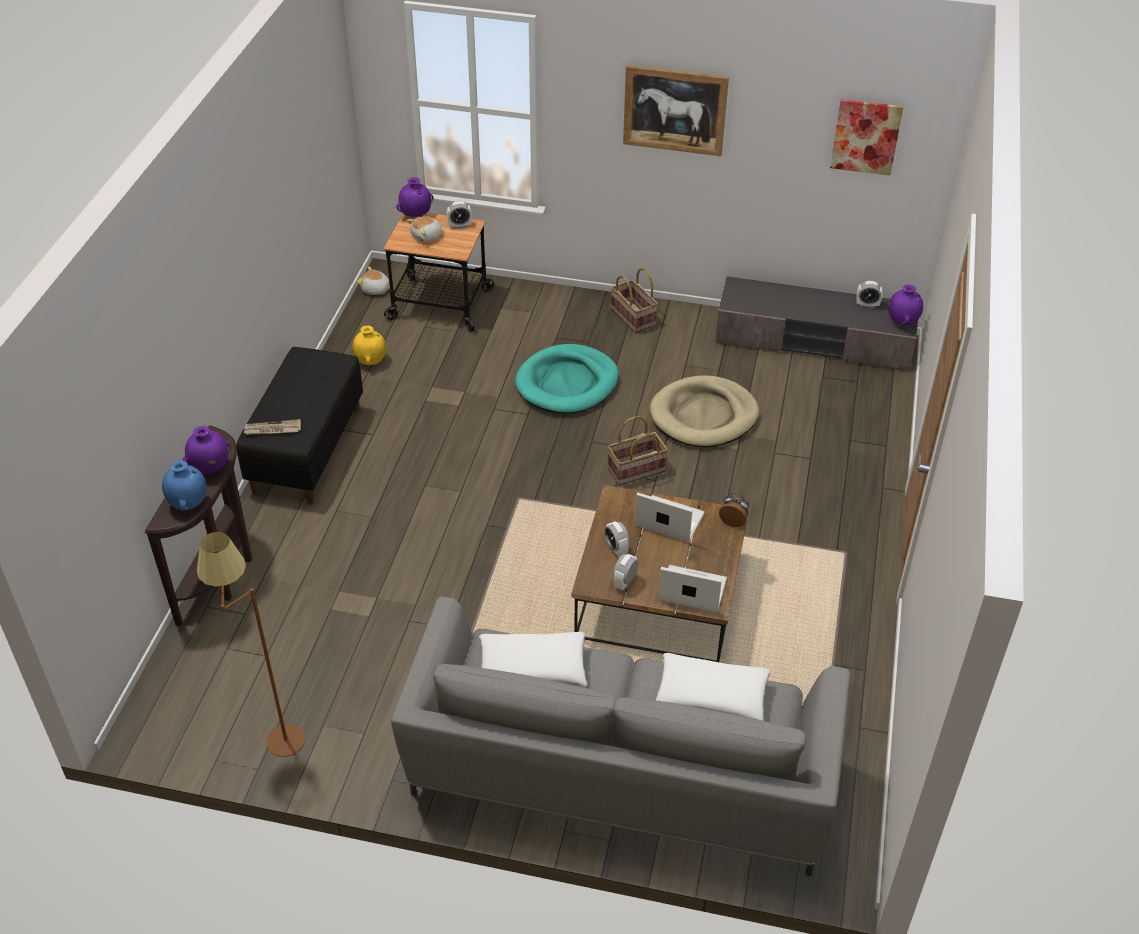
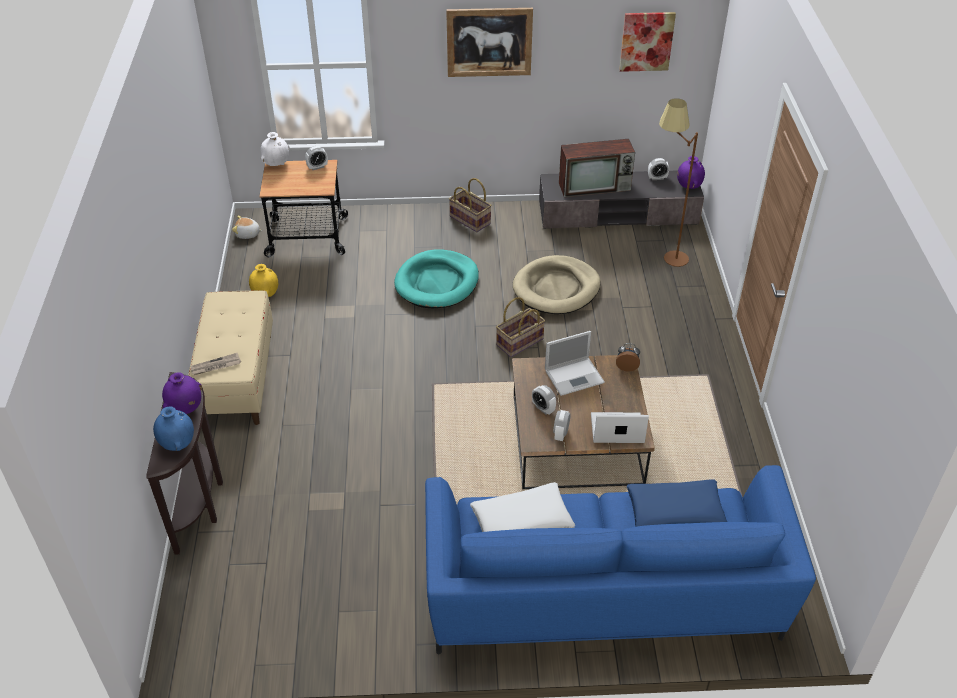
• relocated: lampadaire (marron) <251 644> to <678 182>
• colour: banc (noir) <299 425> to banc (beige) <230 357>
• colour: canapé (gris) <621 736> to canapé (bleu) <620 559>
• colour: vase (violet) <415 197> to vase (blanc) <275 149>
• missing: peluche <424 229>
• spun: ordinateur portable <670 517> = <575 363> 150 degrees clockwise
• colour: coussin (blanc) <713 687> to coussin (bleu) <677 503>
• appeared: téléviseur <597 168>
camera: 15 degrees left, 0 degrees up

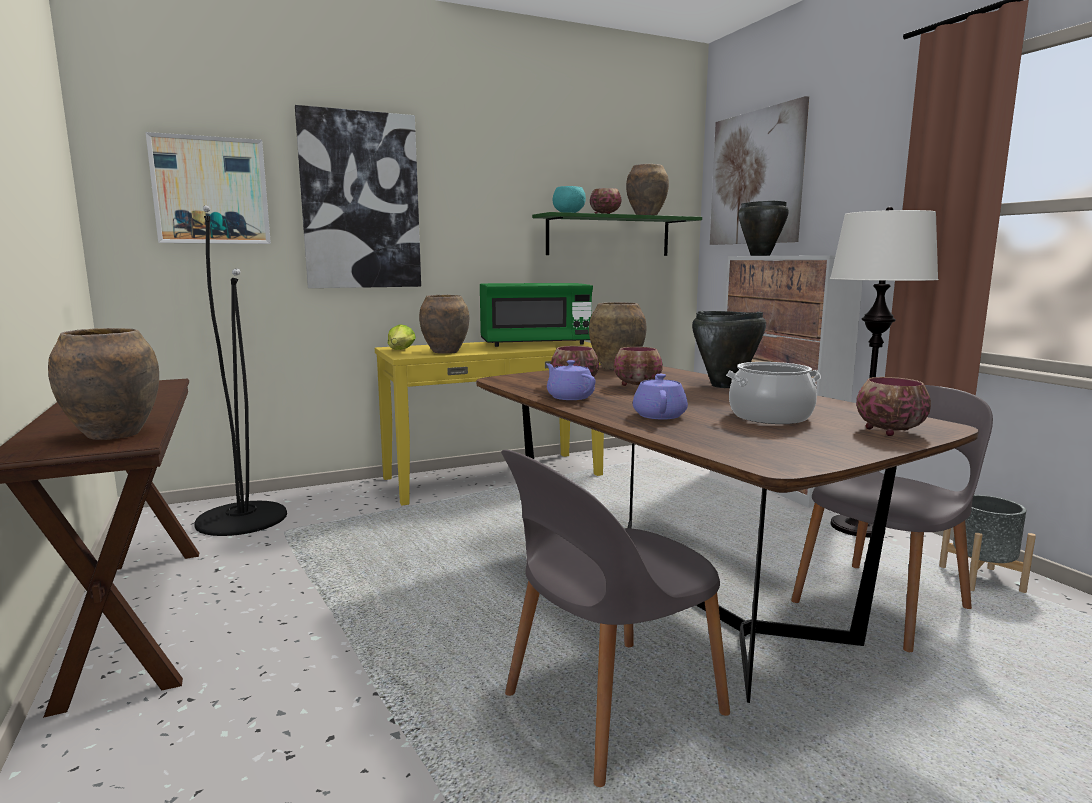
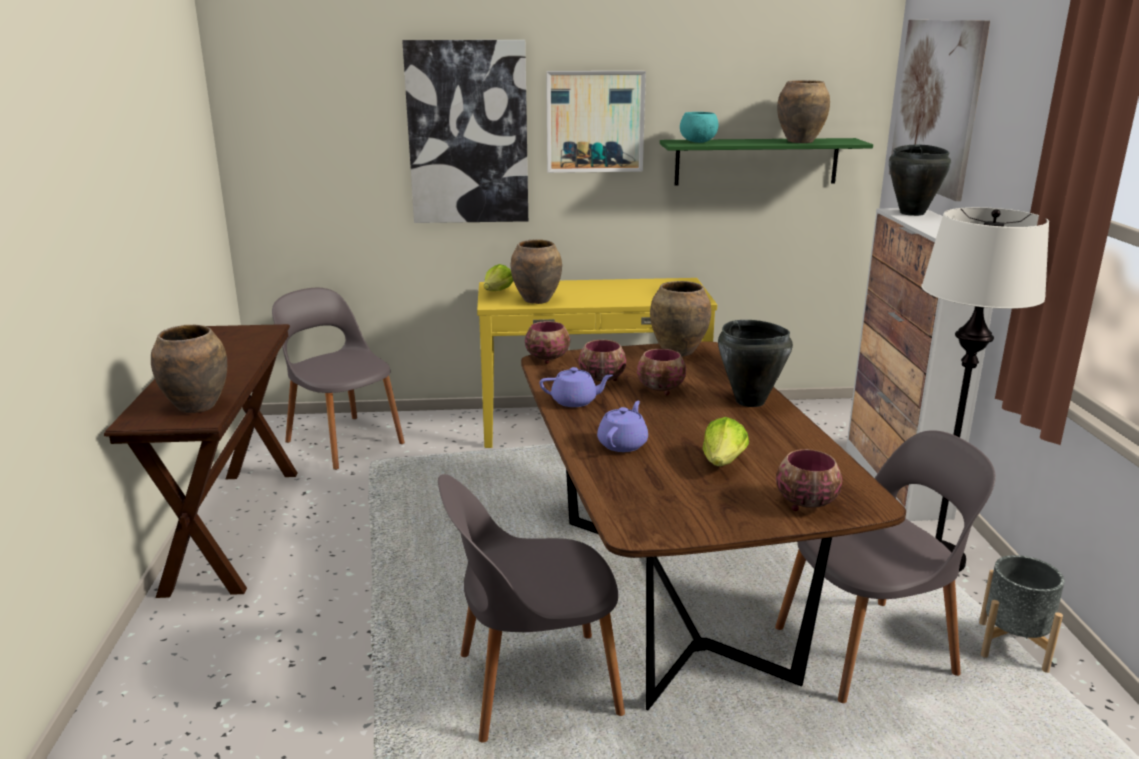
• relocated: tableau <208 188> to <596 122>
• exchanged: lampadaire (noir) <240 370> to chaise (gris) <338 379>
• missing: micro-ondes (vert) <536 315>
• spun: théière (violet) <570 380> = <576 387> 105 degrees clockwise
• relocated: bol <605 201> to <547 342>
• exchanged: marmite <773 393> to laitue <726 441>
camera: 20 degrees right, 10 degrees up

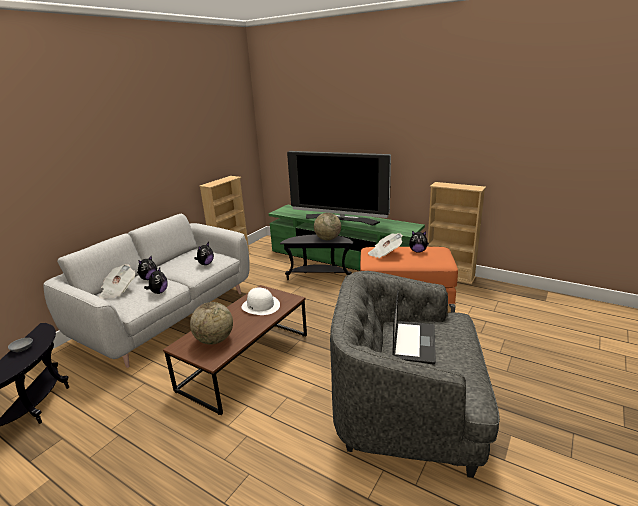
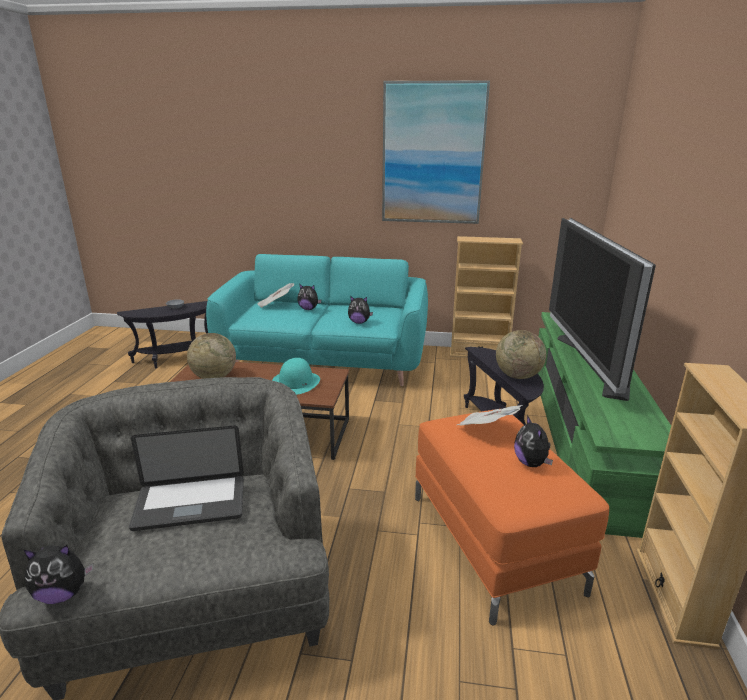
• colour: canapé (gris) <146 291> to canapé (turquoise) <317 320>
• relocated: peluche <156 281> to <59 574>
• colour: chapeau (blanc) <260 301> to chapeau (turquoise) <296 376>
• appeared: tableau <436 152>
camera: 65 degrees right, 0 degrees up

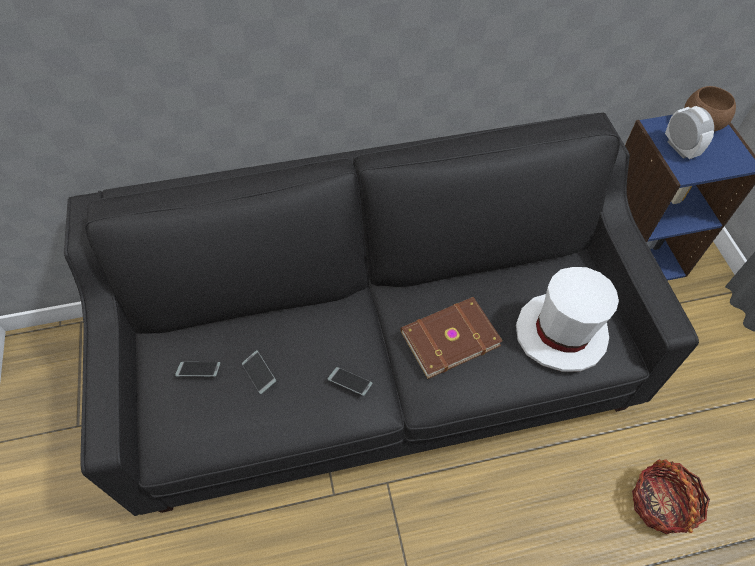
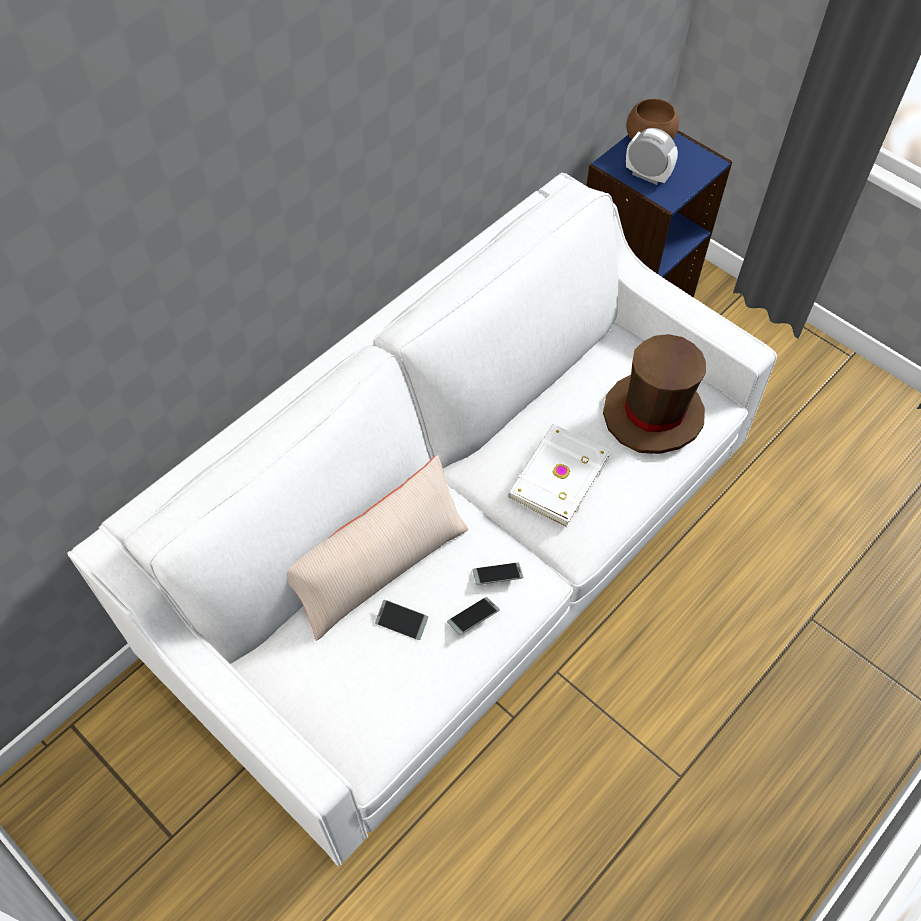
• colour: canapé (noir) <381 314> to canapé (blanc) <422 520>
• relocated: téléphone <197 369> to <473 616>
• colour: livre (marron) <451 338> to livre (blanc) <559 476>
• colour: chapeau (blanc) <567 319> to chapeau (marron) <654 394>
• missing: panier <671 496>
• appeared: coussin (beige) <377 548>
camera: 35 degrees left, 0 degrees up

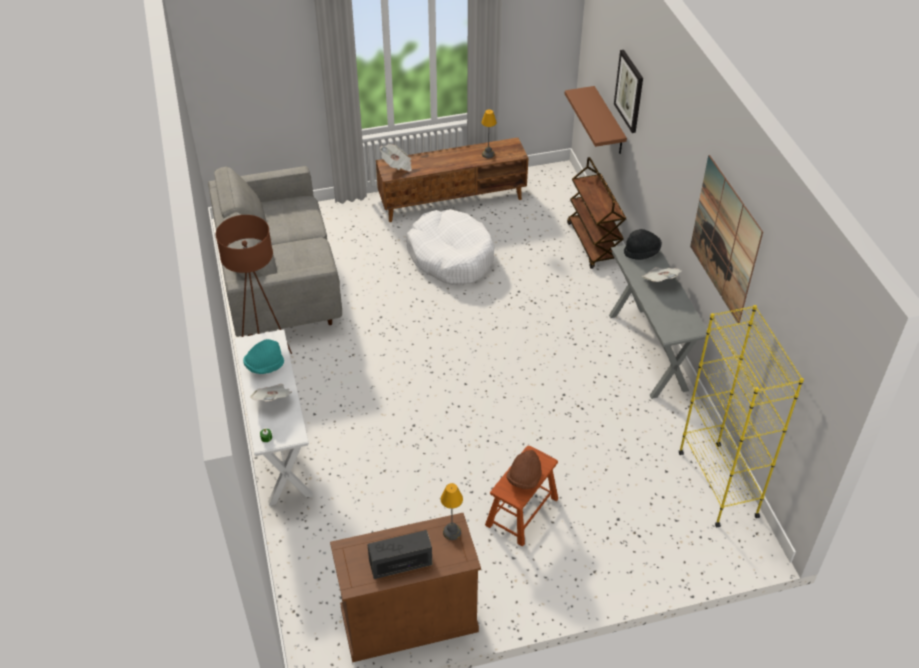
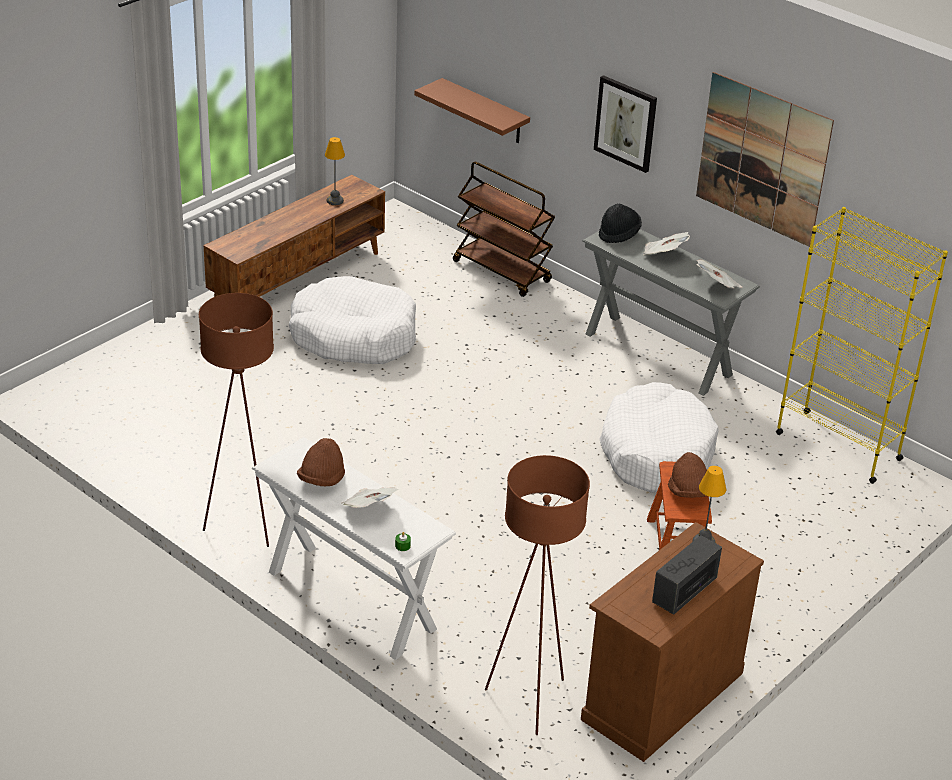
• missing: canapé (gris) <275 251>
• colour: chapeau (turquoise) <263 356> to chapeau (marron) <321 462>
• relocated: journal <396 158> to <719 274>
• relocated: tableau <628 91> to <625 124>
• appeared: lampadaire (marron) <537 595>
• appeared: panier pour chien (blanc) <659 437>
camera: 35 degrees left, 10 degrees down

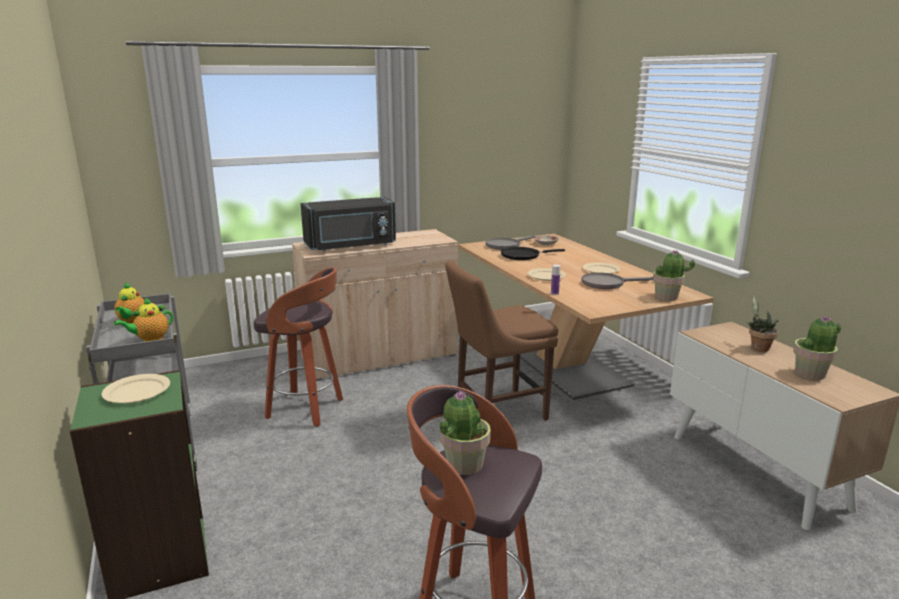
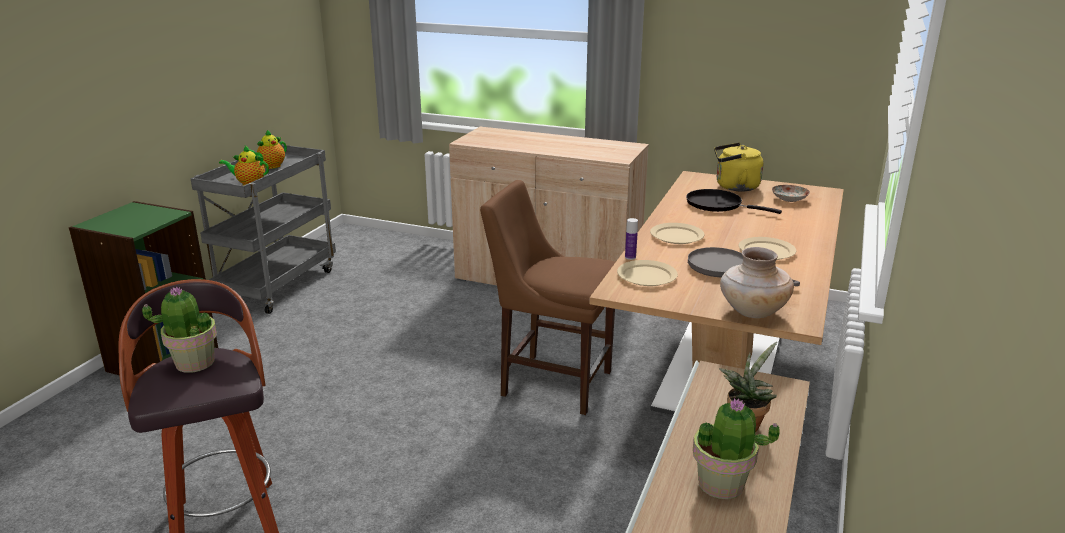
• relocated: assiette (beige) <136 388> to <647 273>
• missing: tabouret <298 346>
• missing: micro-ondes (noir) <348 224>
• exchanged: poêle (gris) <510 242> to bouilloire (jaune) <739 167>
• exchanged: plante en pot <674 275> to vase (beige) <757 282>
camera: 45 degrees right, 5 degrees up

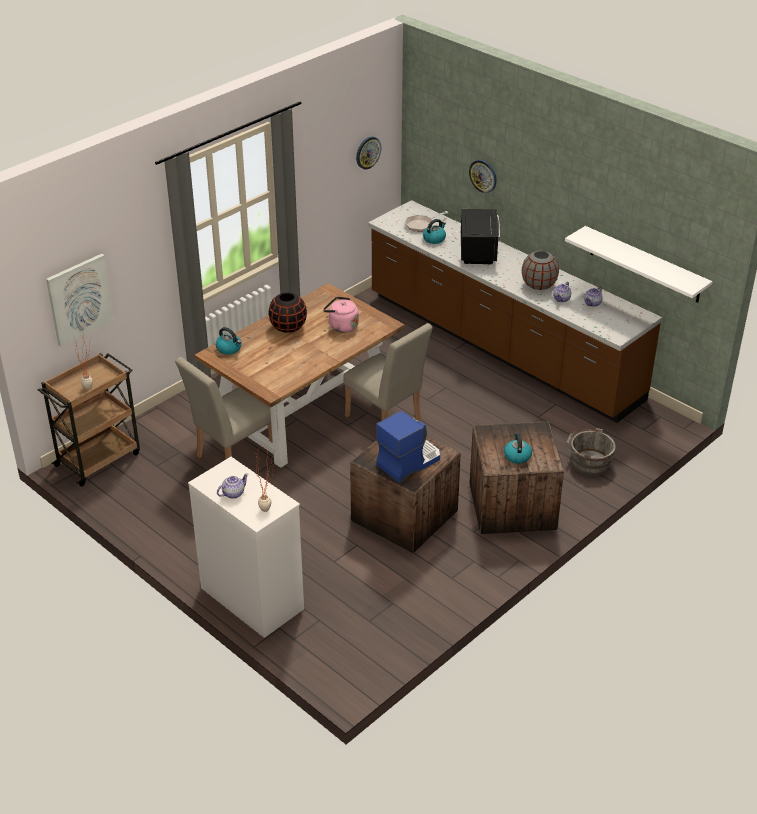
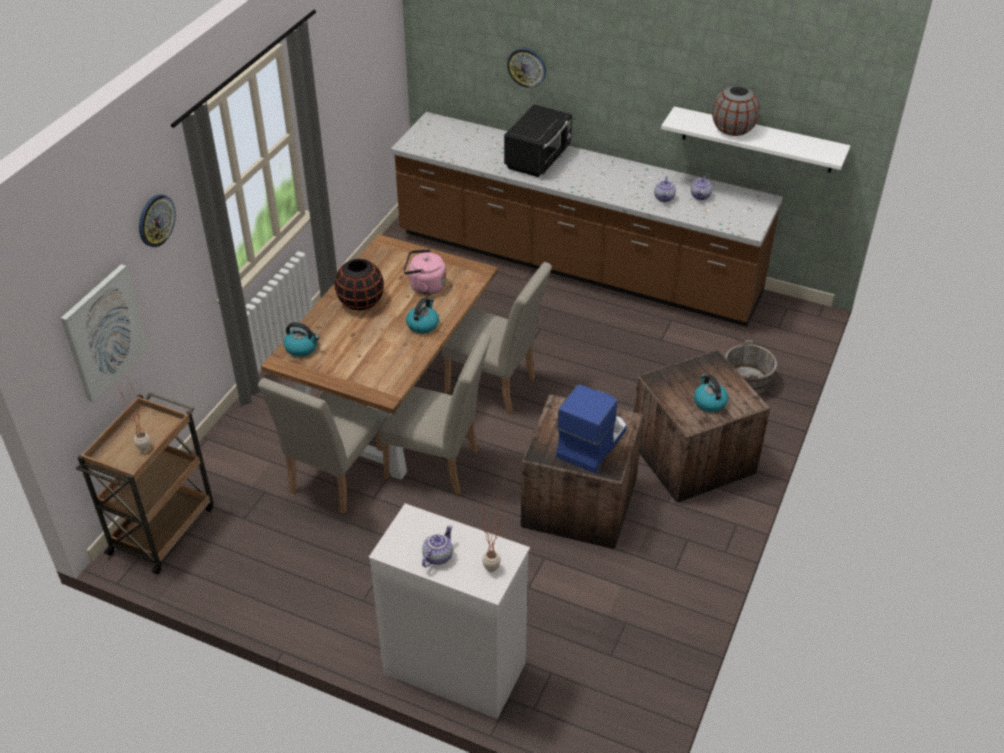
• relocated: horloge murale <368 153> to <157 220>
• missing: poêle <426 221>
• relocated: bouilloire <434 231> to <422 316>
• spun: micro-ondes (noir) <480 237> = <538 140> 45 degrees clockwise
• relocated: vase (gris) <540 270> to <736 111>
• appeared: chaise (beige) <435 414>
camera: 20 degrees left, 5 degrees up

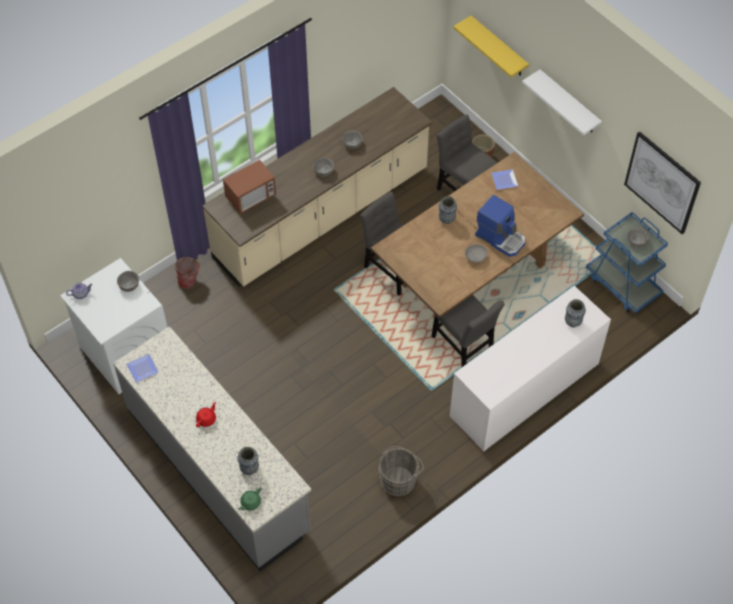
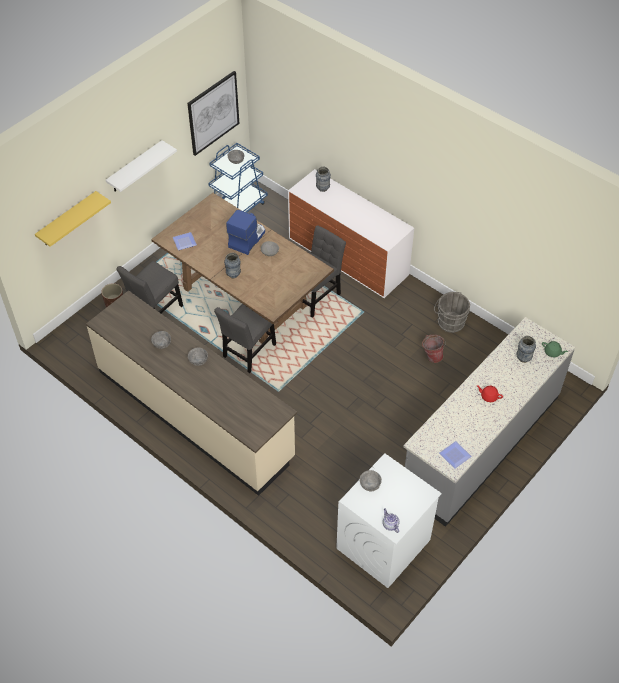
• relocated: seau <188 273> to <434 349>
• missing: micro-ondes <249 186>
camera: 100 degrees left, 5 degrees down

